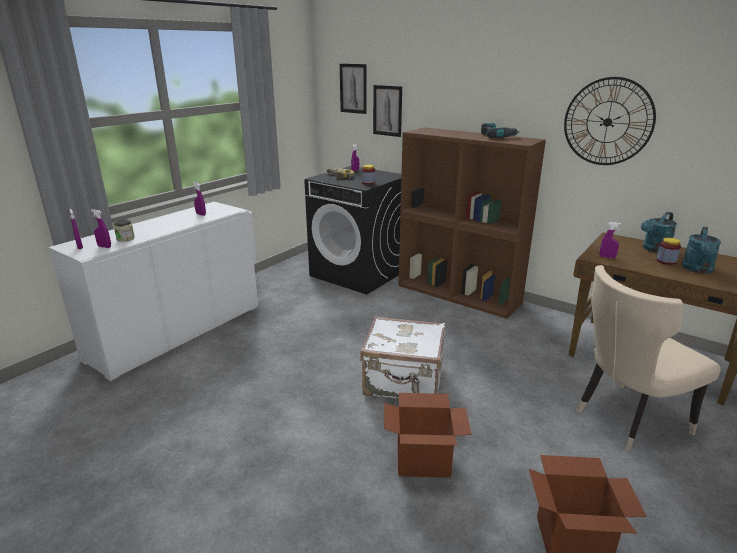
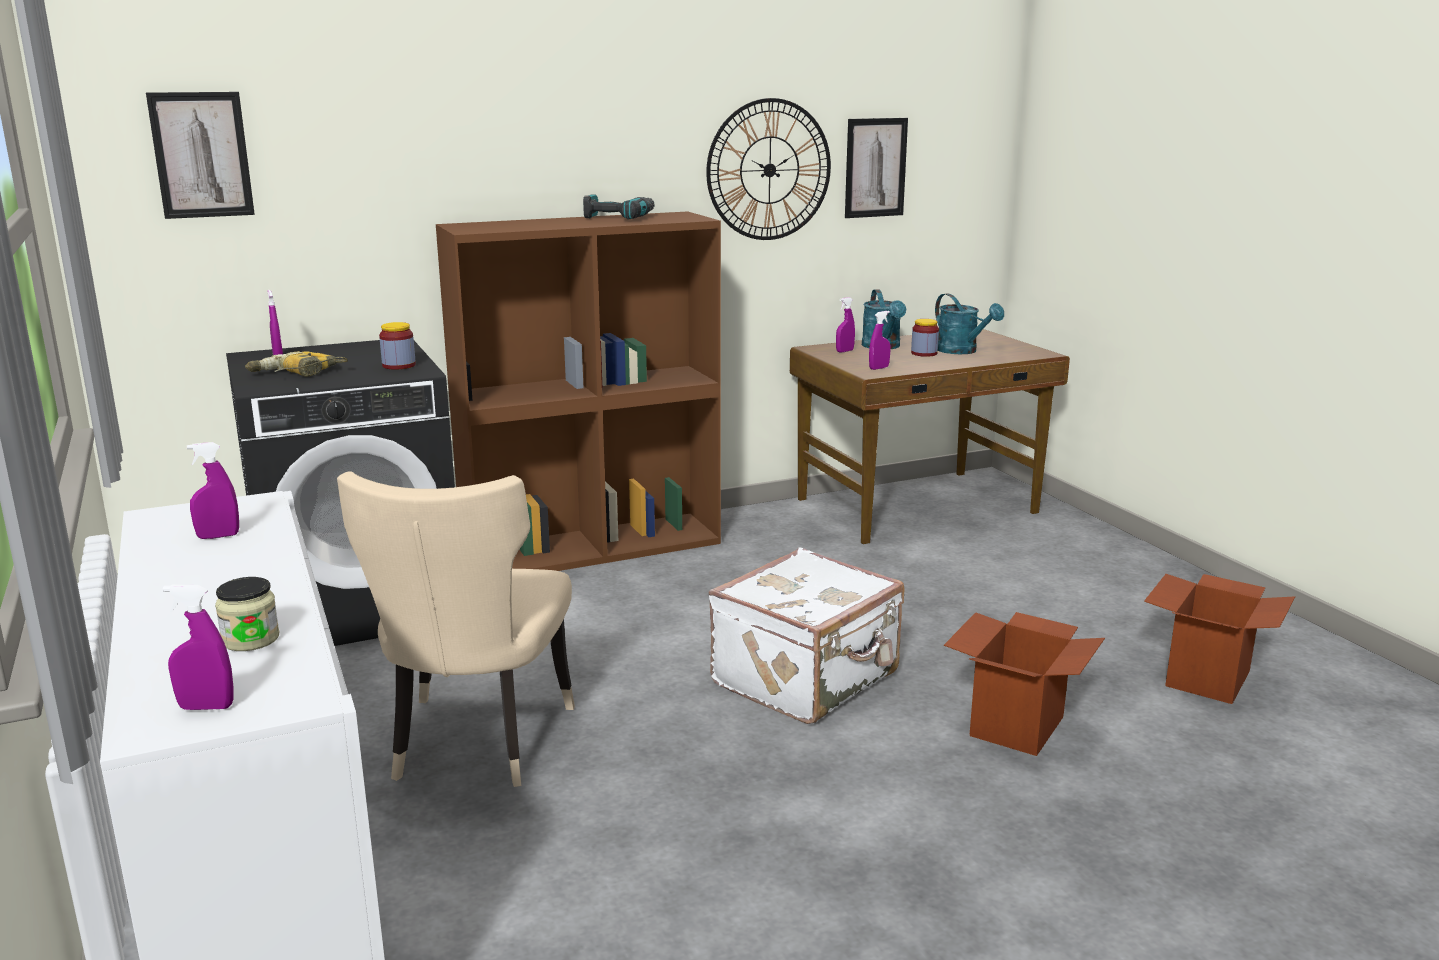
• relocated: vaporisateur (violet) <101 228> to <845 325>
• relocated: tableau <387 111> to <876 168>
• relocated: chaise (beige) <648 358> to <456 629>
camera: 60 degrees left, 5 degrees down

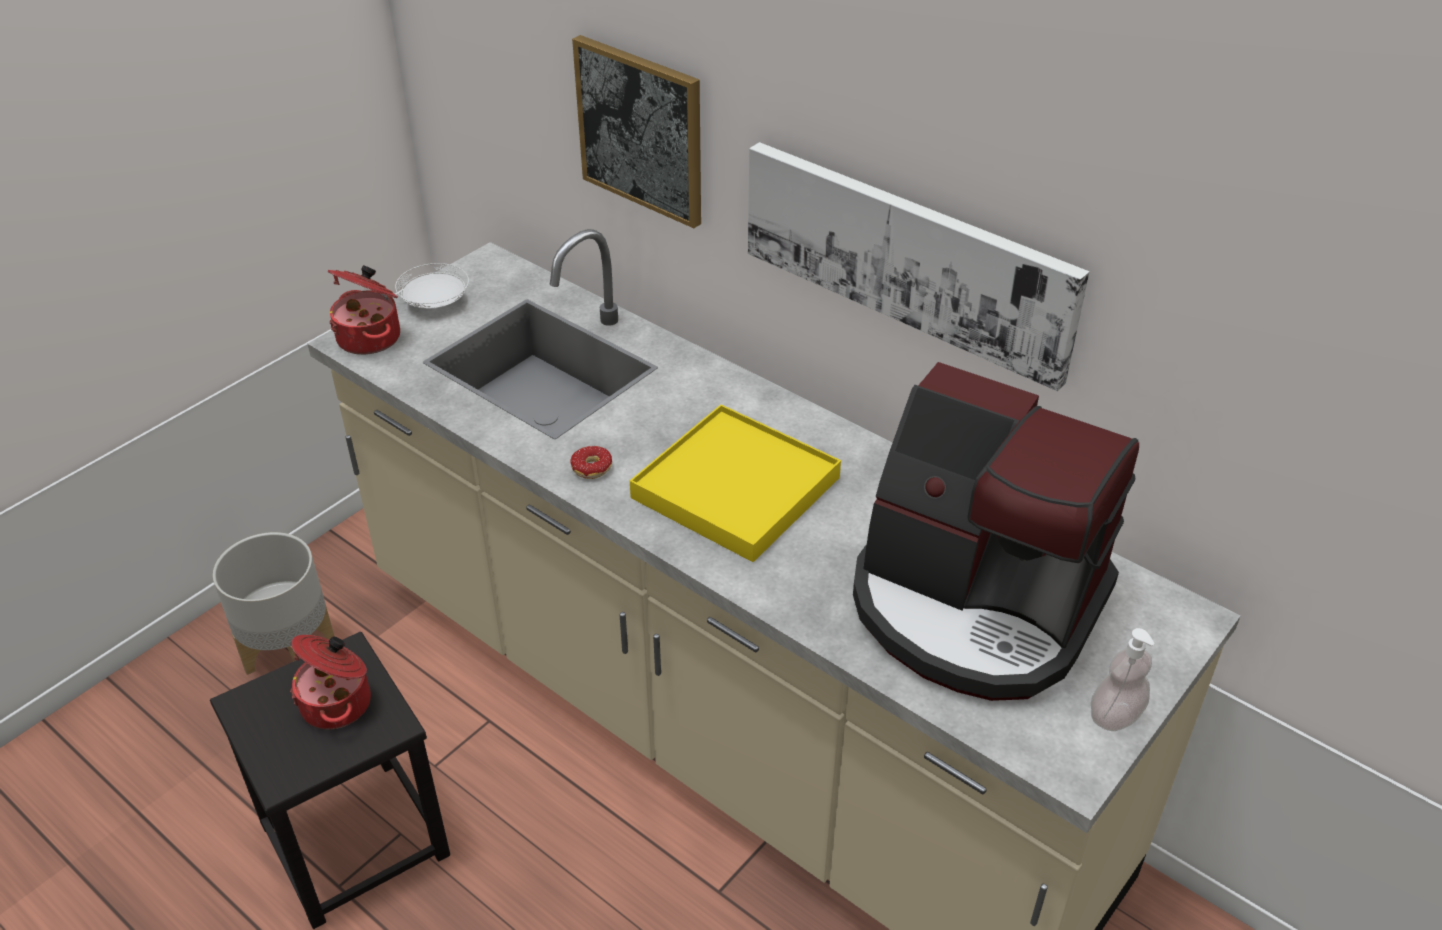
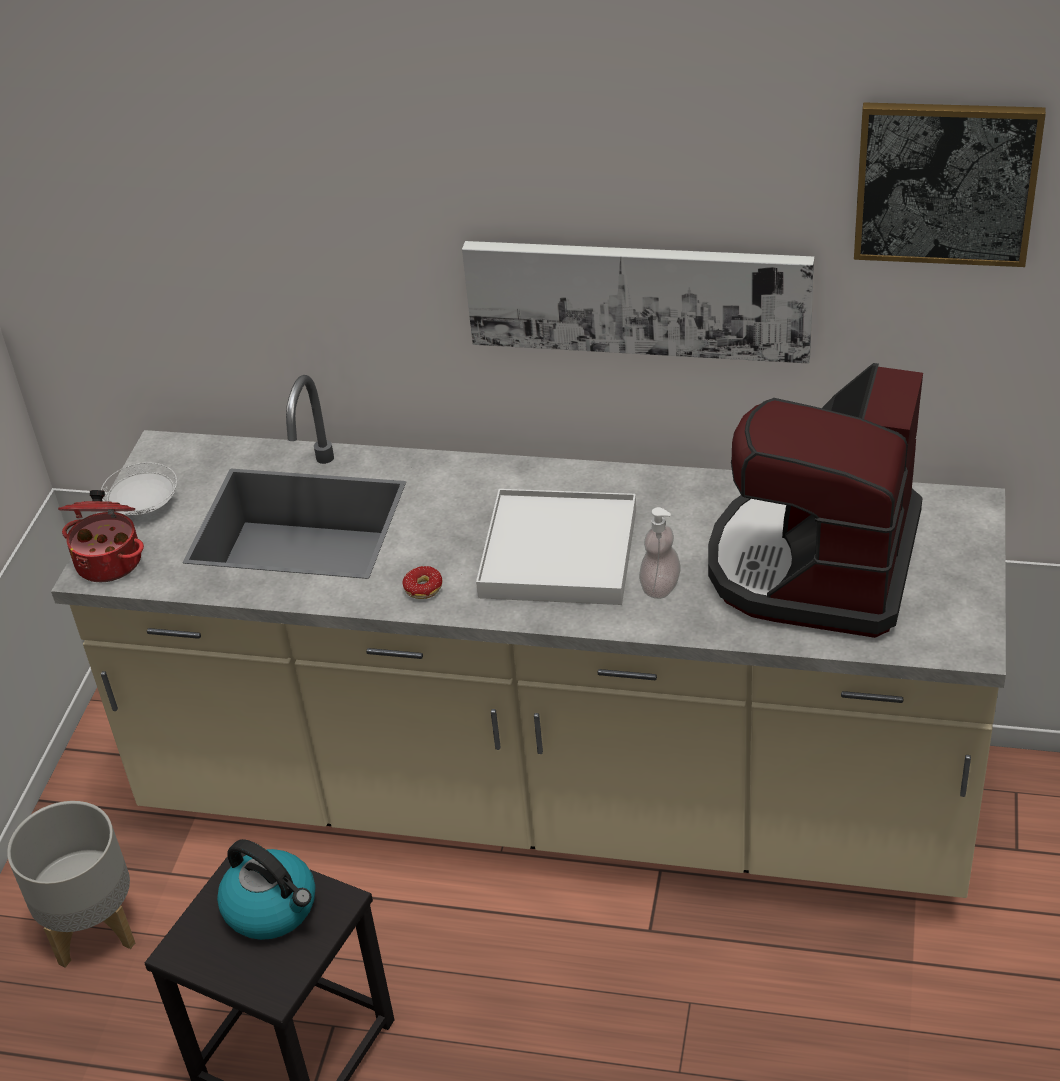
• exchanged: marmite <330 682> to bouilloire <266 889>
• relocated: tableau <636 131> to <950 184>
• colour: plateau (jaune) <735 483> to plateau (blanc) <556 547>
• spun: machine à café <996 531> = <815 500> 105 degrees clockwise
• relocated: distributeur de savon <1122 679> to <660 553>
camera: 25 degrees left, 0 degrees up

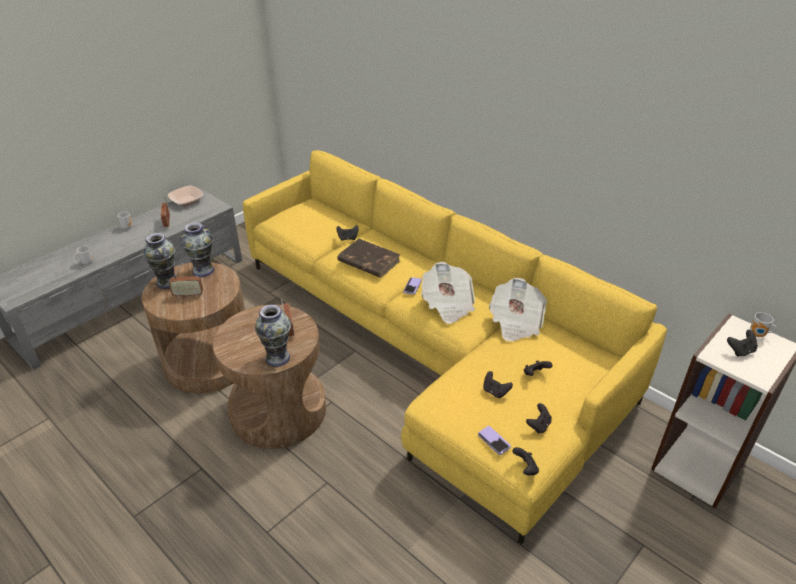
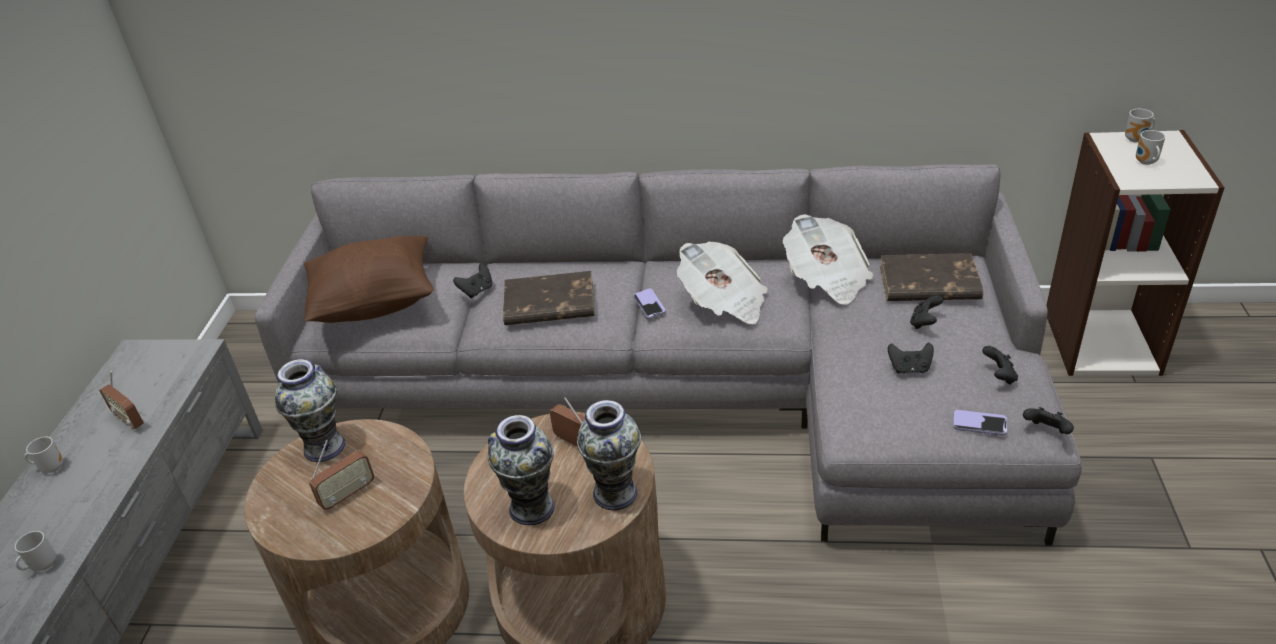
• relocated: vase <160 261> to <521 470>
• missing: bol <185 196>
• colour: canapé (jaune) <455 347> to canapé (gris) <668 355>
• exchanged: manette (noir) <742 343> to mug <1151 147>
• appeared: coussin (marron) <369 279>
• appeared: livre (marron) <931 277>
camera: 35 degrees left, 0 degrees up

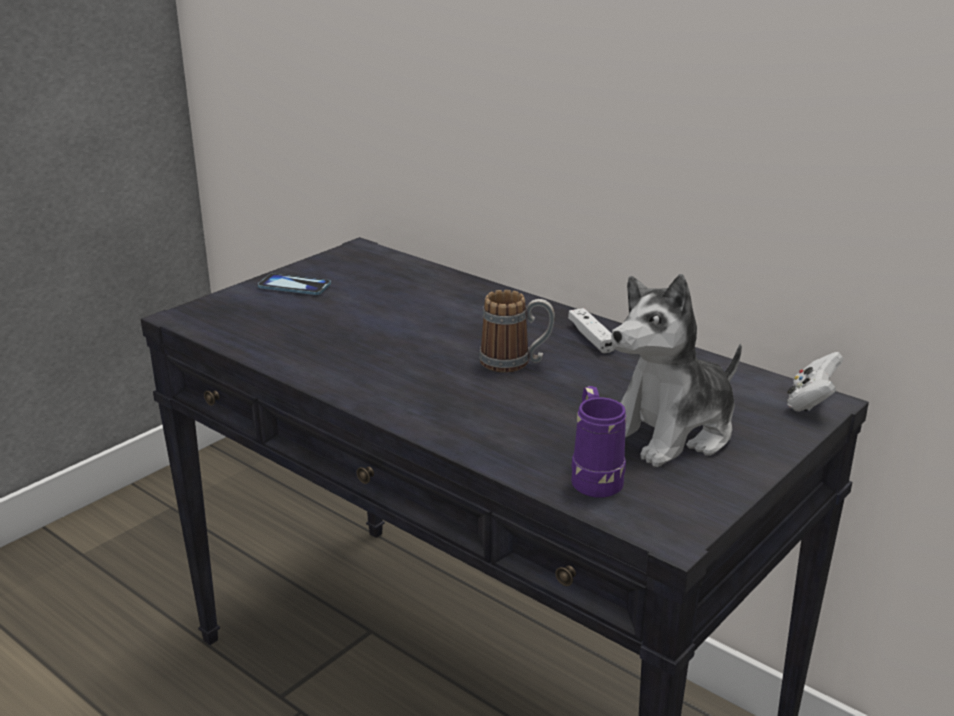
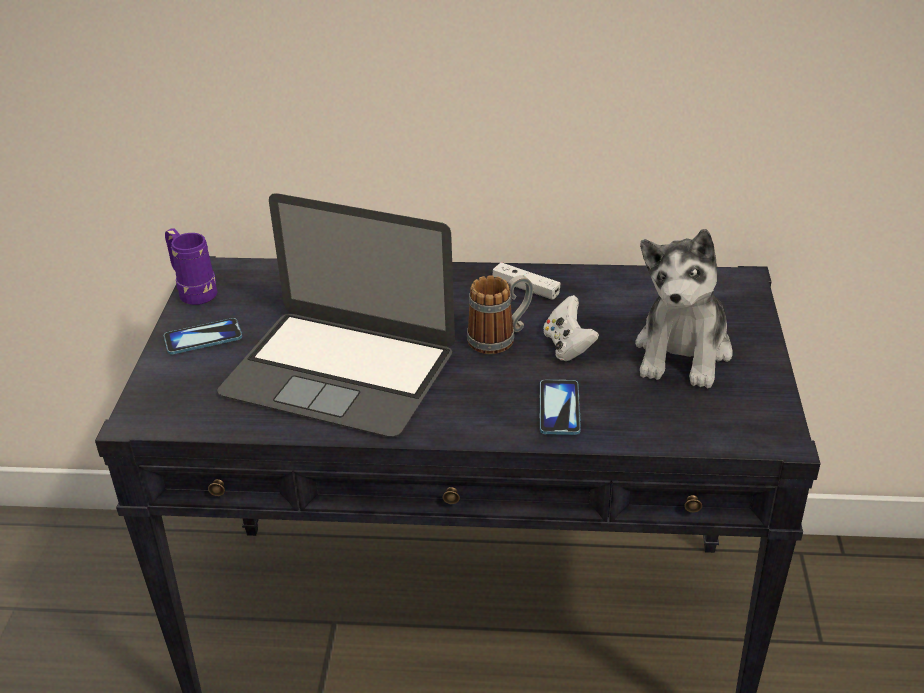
• relocated: mug (violet) <598 442> to <191 267>
• relocated: manette (blanc) <815 382> to <571 328>
• appeared: ordinateur portable <336 315>
• appeared: téléphone <560 407>
camera: 35 degrees left, 10 degrees up

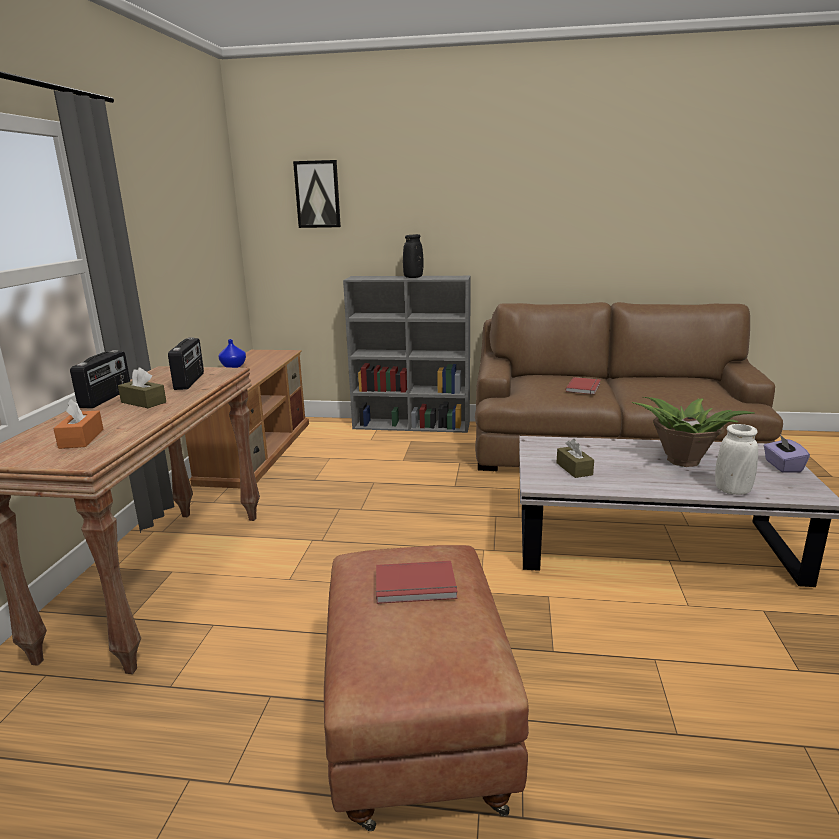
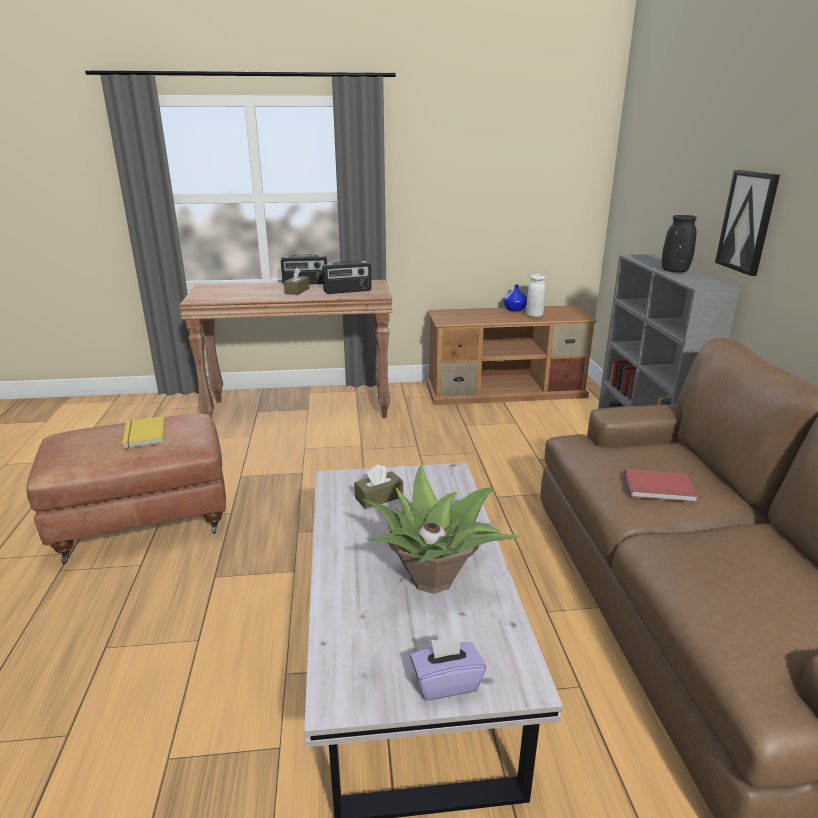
• missing: boîte à mouchoirs (orange) <78 424>
• relocated: tableau <317 194> to <747 223>
• colour: livre (rouge) <416 582> to livre (jaune) <143 432>
• relocated: vase (blanc) <736 459> to <536 295>
camera: 75 degrees right, 5 degrees up

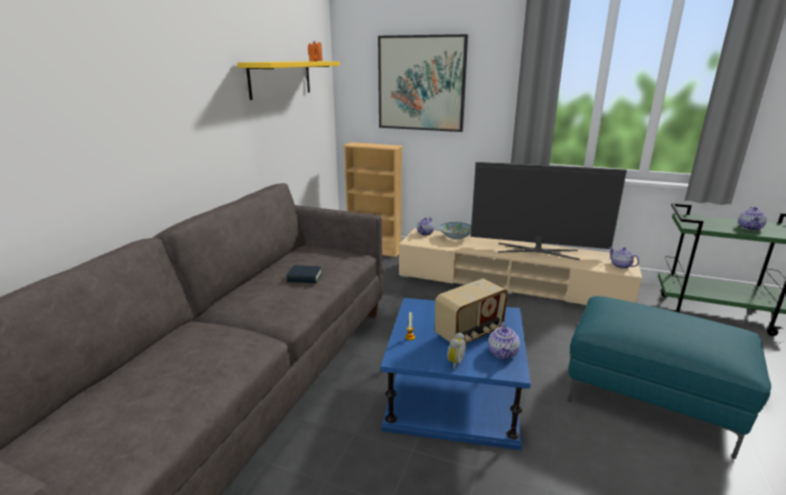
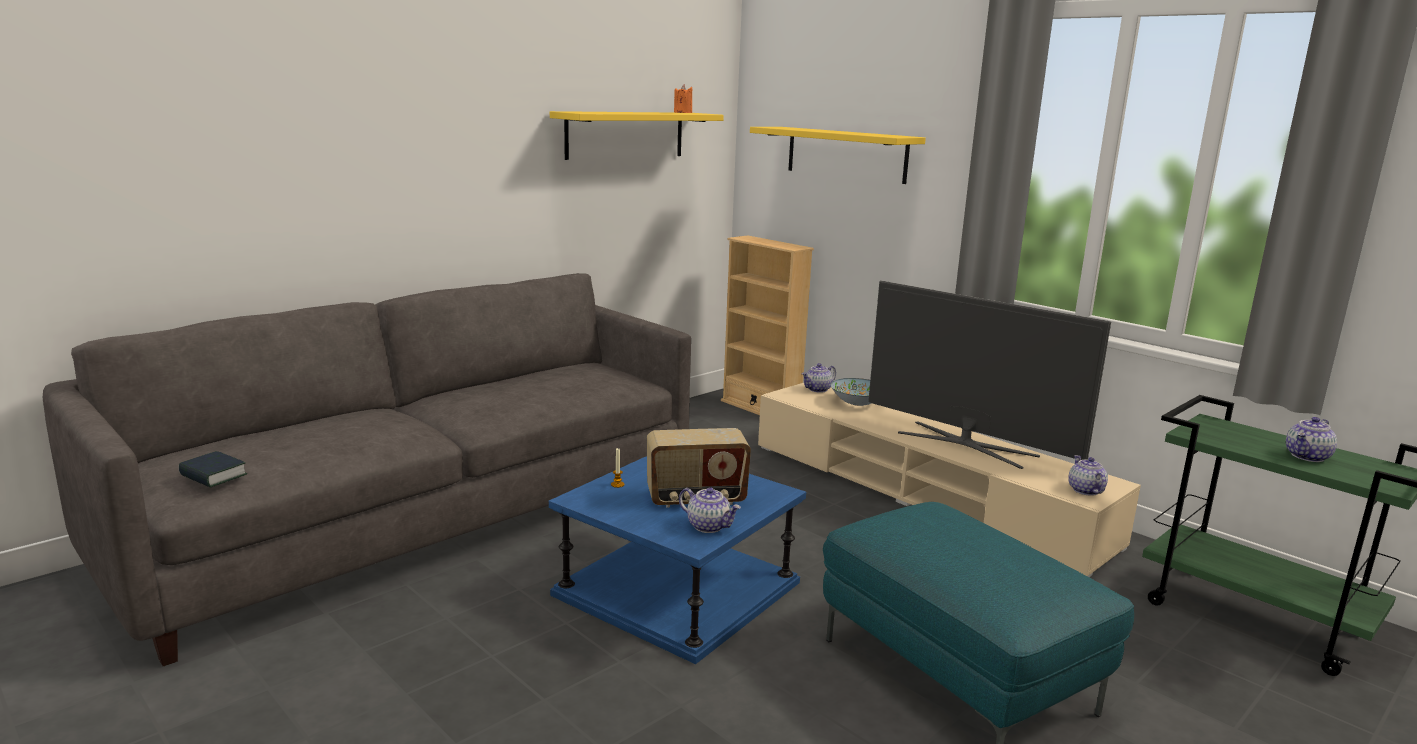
• relocated: livre <304 274> to <213 469>
• exchanged: tableau <423 83> to étagère (jaune) <838 155>
• missing: réveil <456 350>
• spun: théière <504 340> = <710 510> 90 degrees counterclockwise
camera: 25 degrees right, 5 degrees down

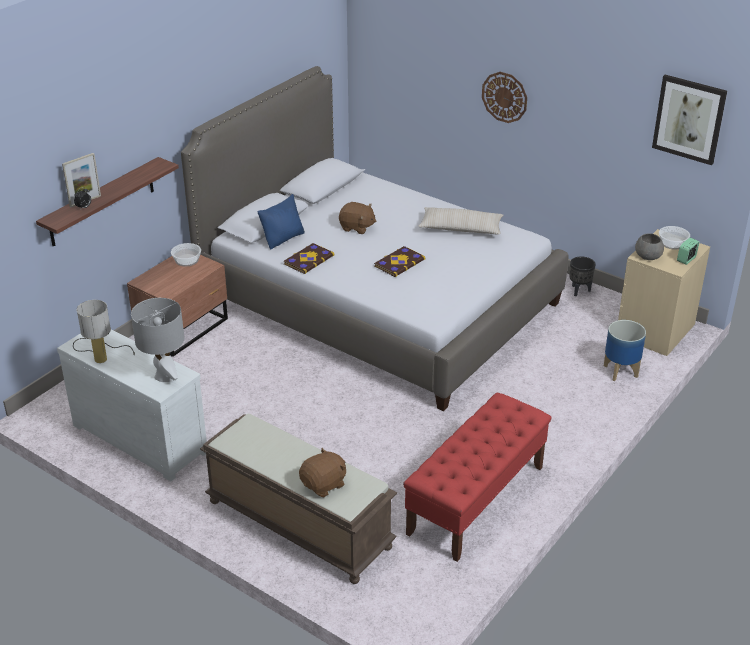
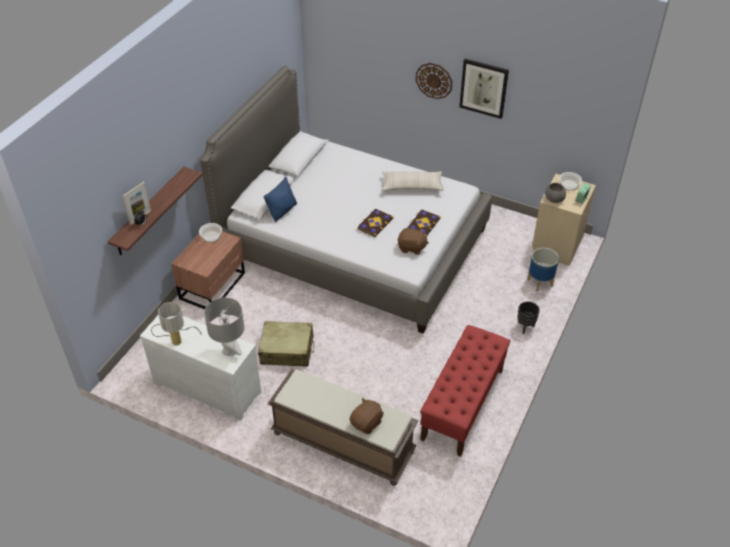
• relocated: livre <309 258> to <424 223>
• relocated: peluche (marron) <357 218> to <413 241>
• relocated: cache-pot (noir) <583 276> to <528 317>
• relocated: tableau <689 120> to <484 89>
• appeared: valise (beige) <286 344>
camera: 10 degrees left, 10 degrees up

